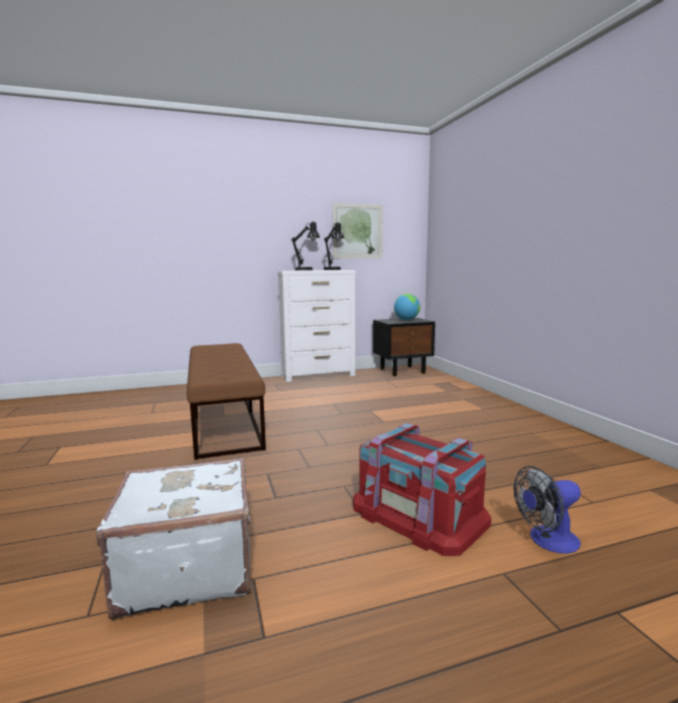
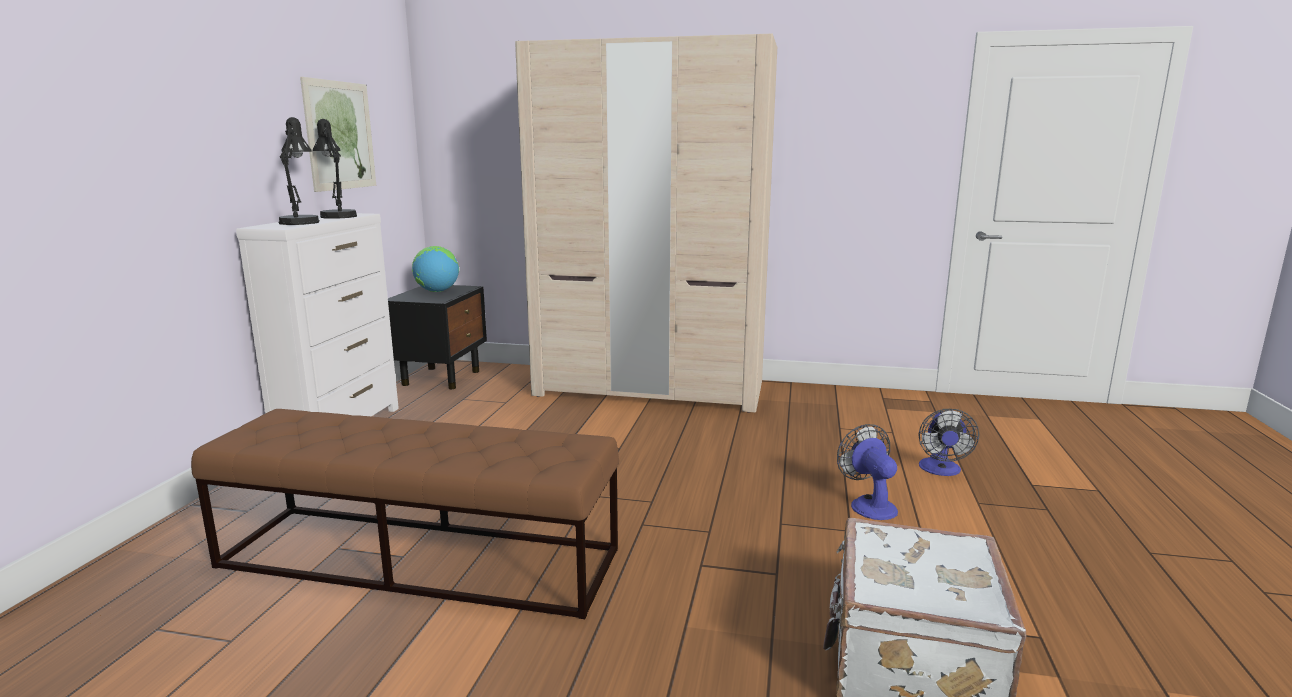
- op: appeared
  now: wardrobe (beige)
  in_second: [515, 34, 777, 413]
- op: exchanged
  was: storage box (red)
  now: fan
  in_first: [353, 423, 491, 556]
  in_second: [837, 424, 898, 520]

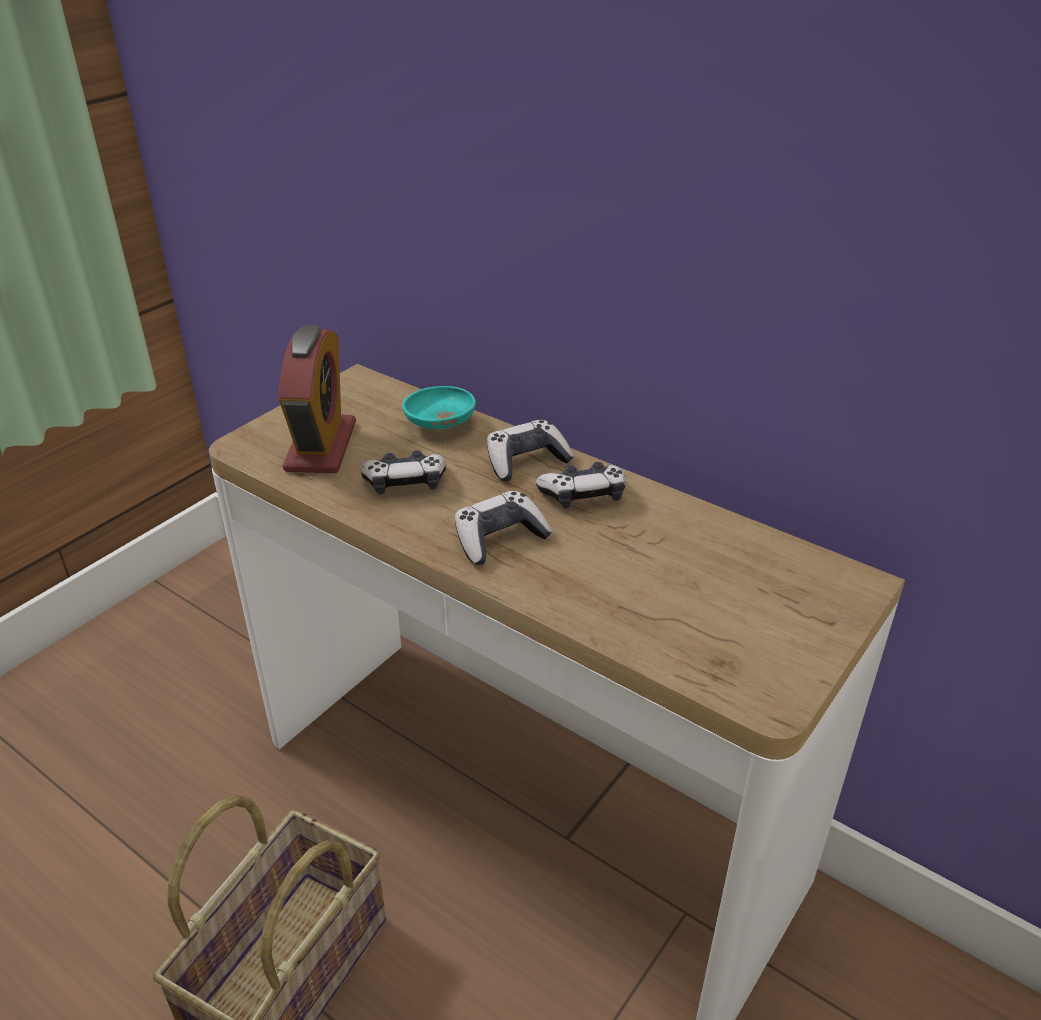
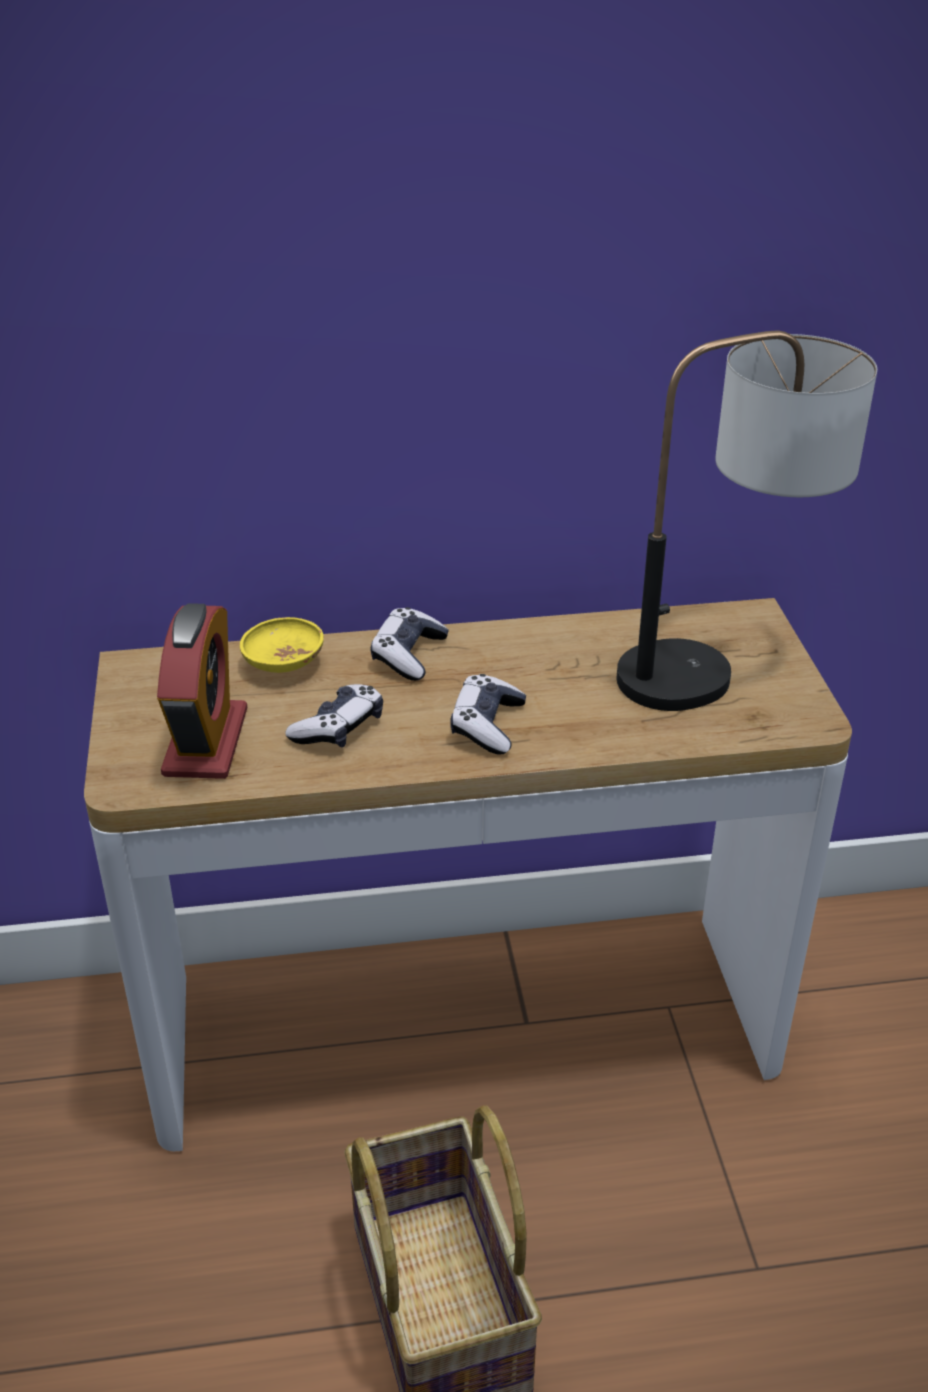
- op: missing
  was: game controller
  in_first: [536, 462, 626, 508]
- op: appeared
  now: table lamp
  in_second: [616, 330, 877, 711]
- op: colour
  was: bowl (turquoise)
  now: bowl (yellow)
  in_first: [402, 386, 476, 430]
  in_second: [240, 617, 324, 673]
- op: spun
  was: alarm clock
  in_first: [278, 326, 356, 473]
  in_second: [157, 603, 247, 779]
  clockwise: 45

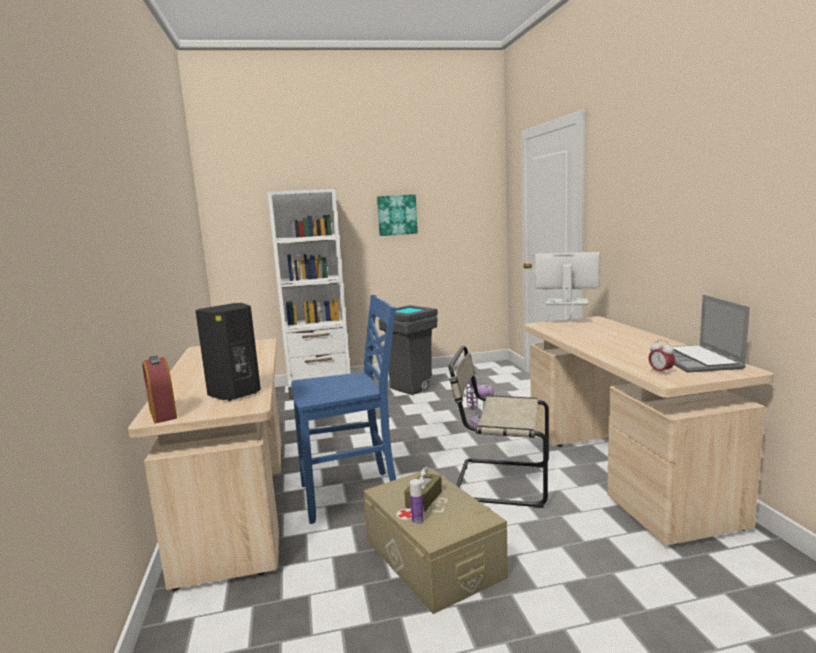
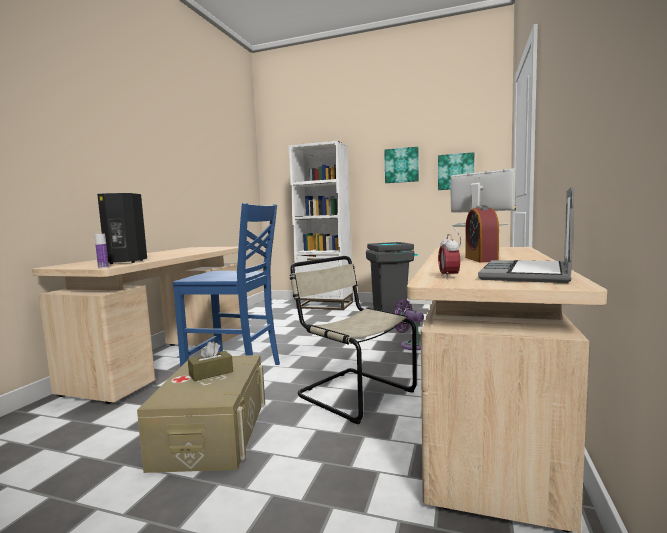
- op: appeared
  now: picture
  in_second: [438, 152, 474, 190]
- op: relocated
  was: alarm clock
  in_first: [142, 356, 177, 423]
  in_second: [465, 205, 499, 262]
- op: relocated
  was: bottle
  in_first: [410, 479, 424, 525]
  in_second: [95, 234, 109, 268]

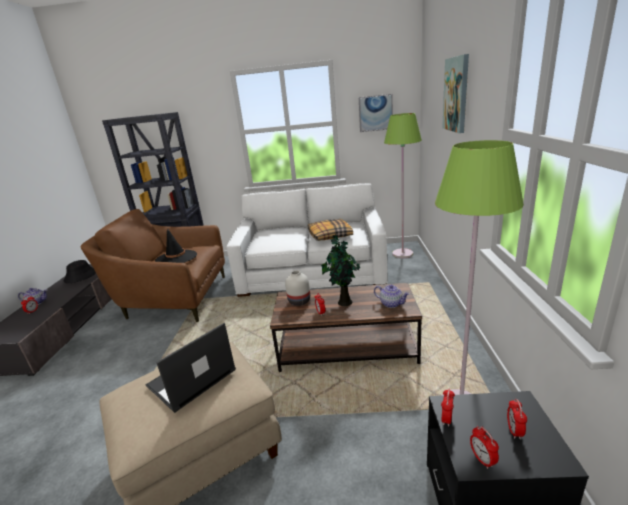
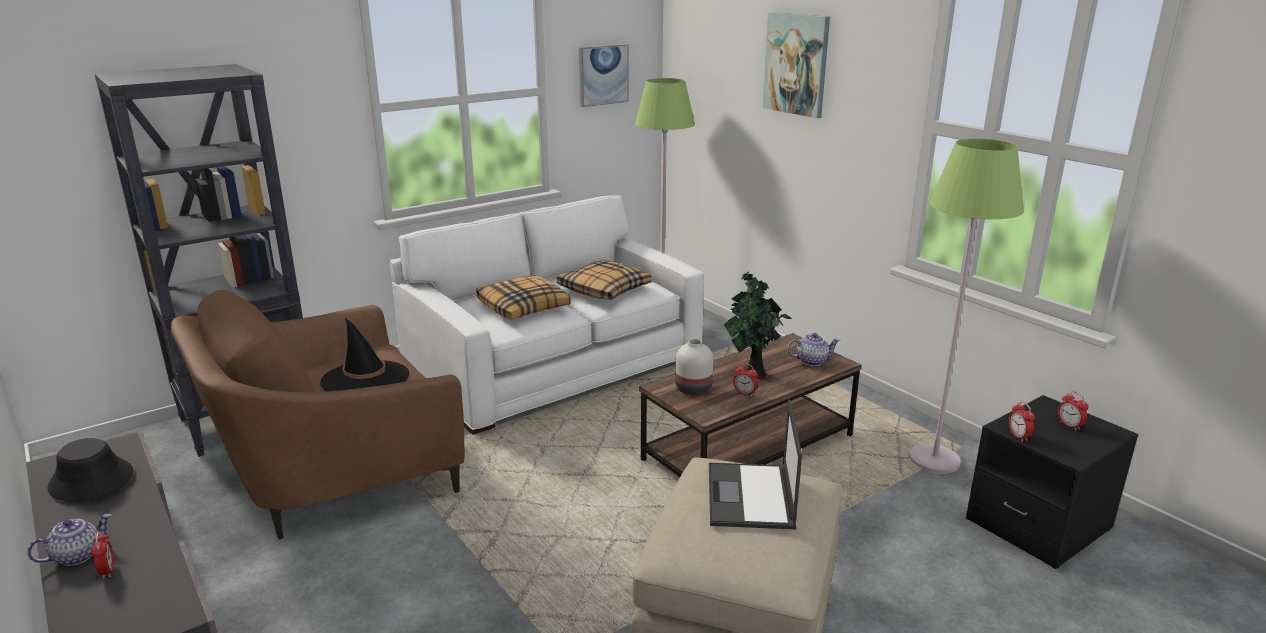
- op: missing
  was: alarm clock
  in_first: [470, 426, 499, 469]
- op: appeared
  now: pillow
  in_second: [476, 275, 570, 319]

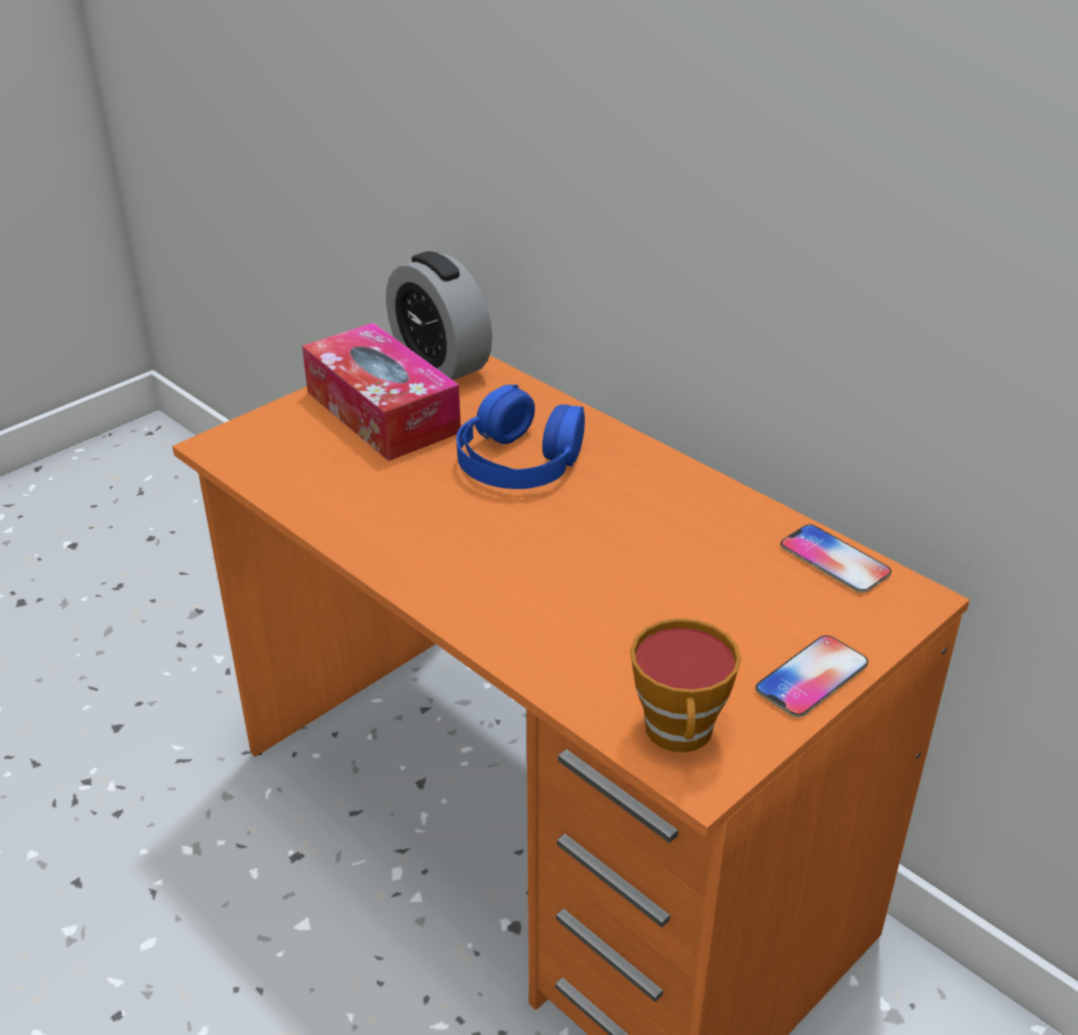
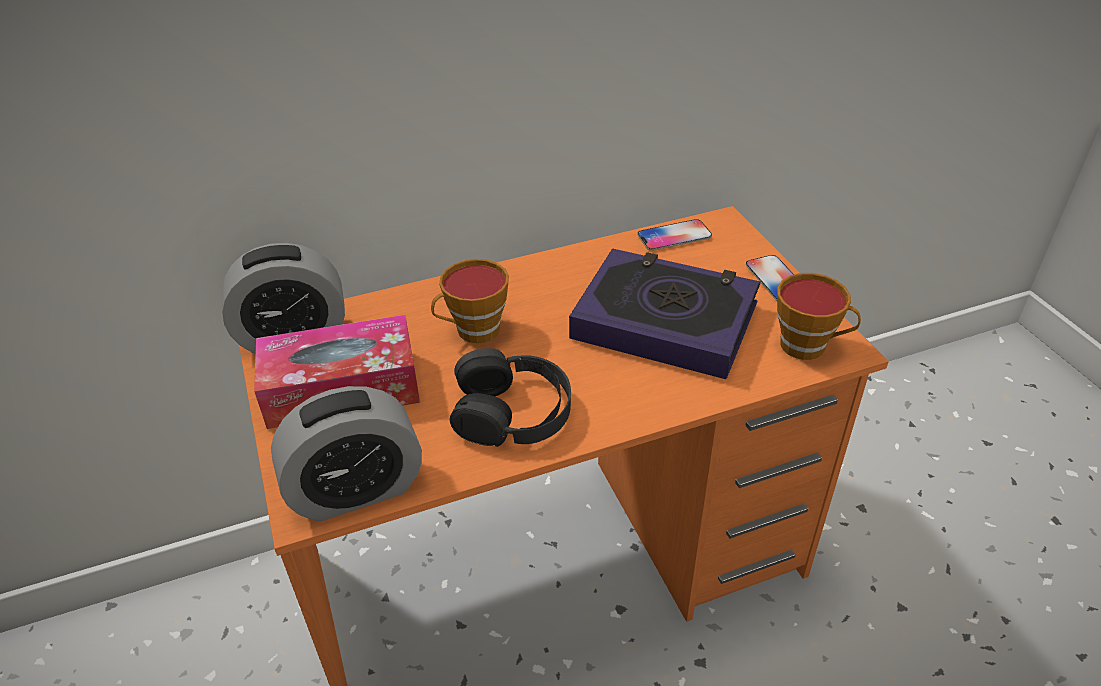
- op: appeared
  now: alarm clock
  in_second: [271, 386, 422, 521]
- op: appeared
  now: headphones (black)
  in_second: [450, 348, 571, 447]
- op: appeared
  now: book
  in_second: [569, 249, 761, 379]
- op: exchanged
  was: headphones (blue)
  now: cup
  in_first: [456, 385, 585, 489]
  in_second: [431, 259, 509, 343]

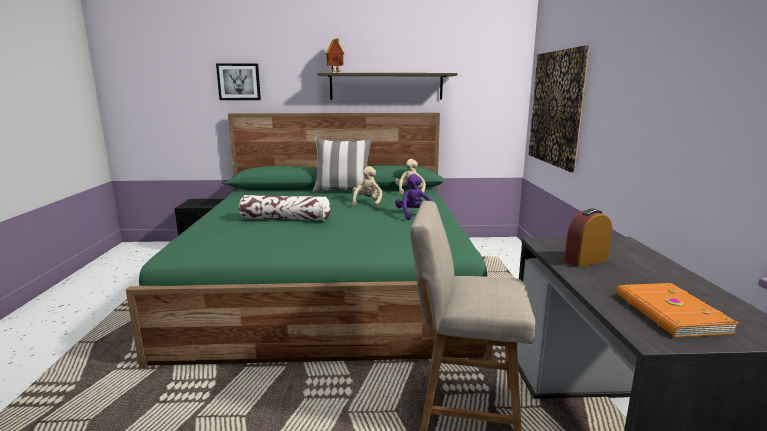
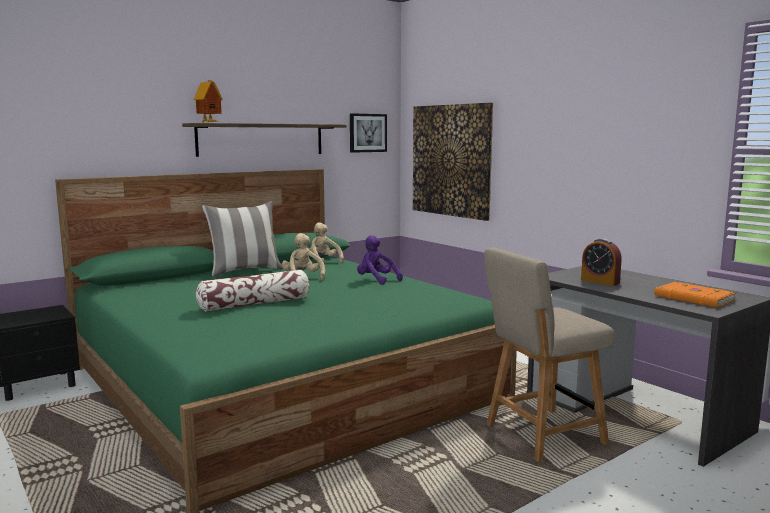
- op: relocated
  was: picture
  in_first: [216, 63, 261, 100]
  in_second: [350, 113, 387, 153]
- op: spun
  was: alarm clock
  in_first: [564, 208, 613, 267]
  in_second: [581, 239, 622, 286]
  clockwise: -75

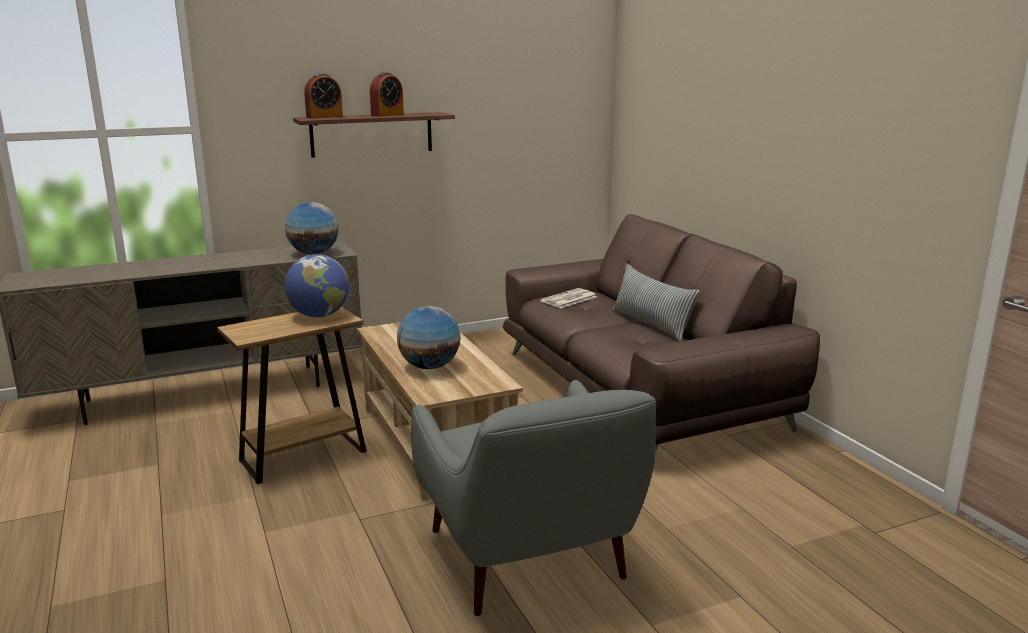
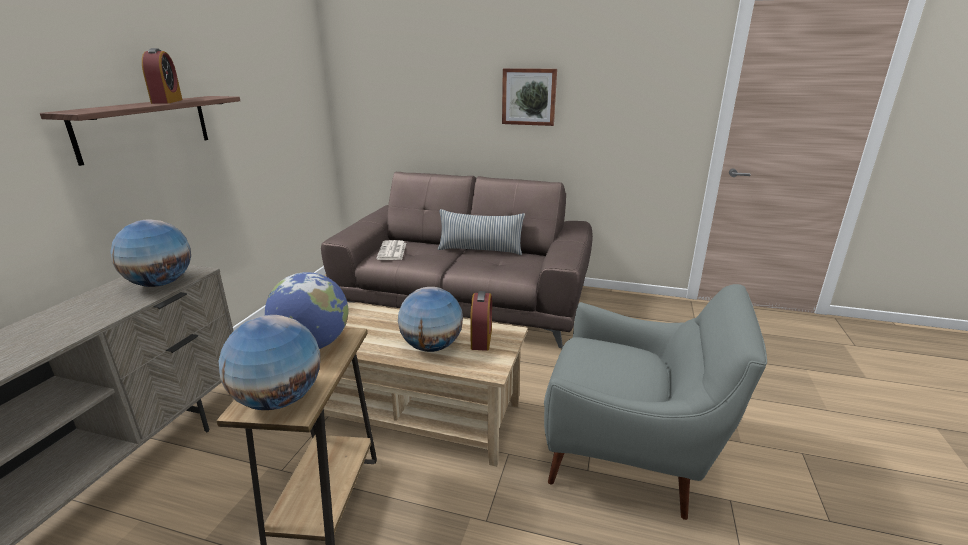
- op: appeared
  now: globe
  in_second: [218, 315, 320, 410]
- op: appeared
  now: picture
  in_second: [502, 68, 557, 126]
- op: relocated
  was: alarm clock
  in_first: [304, 73, 343, 119]
  in_second: [470, 291, 492, 351]

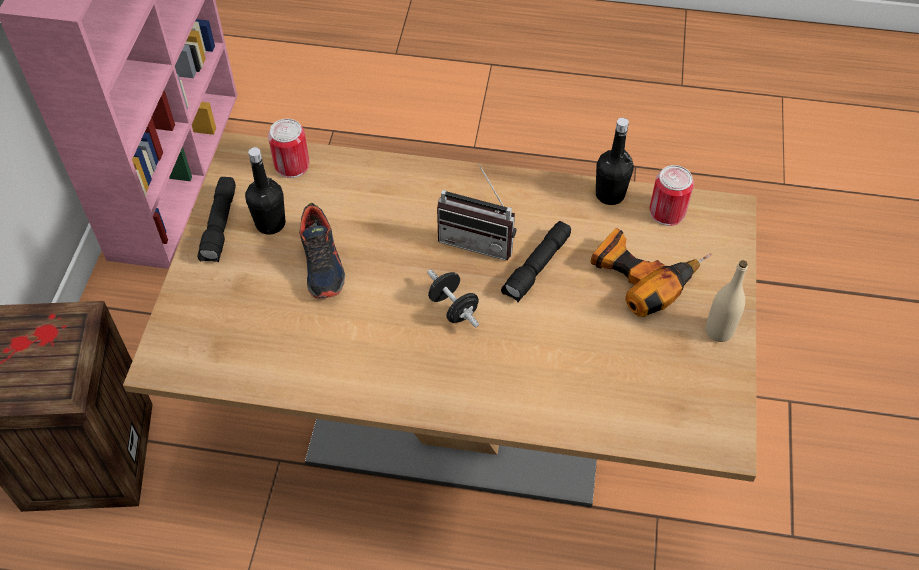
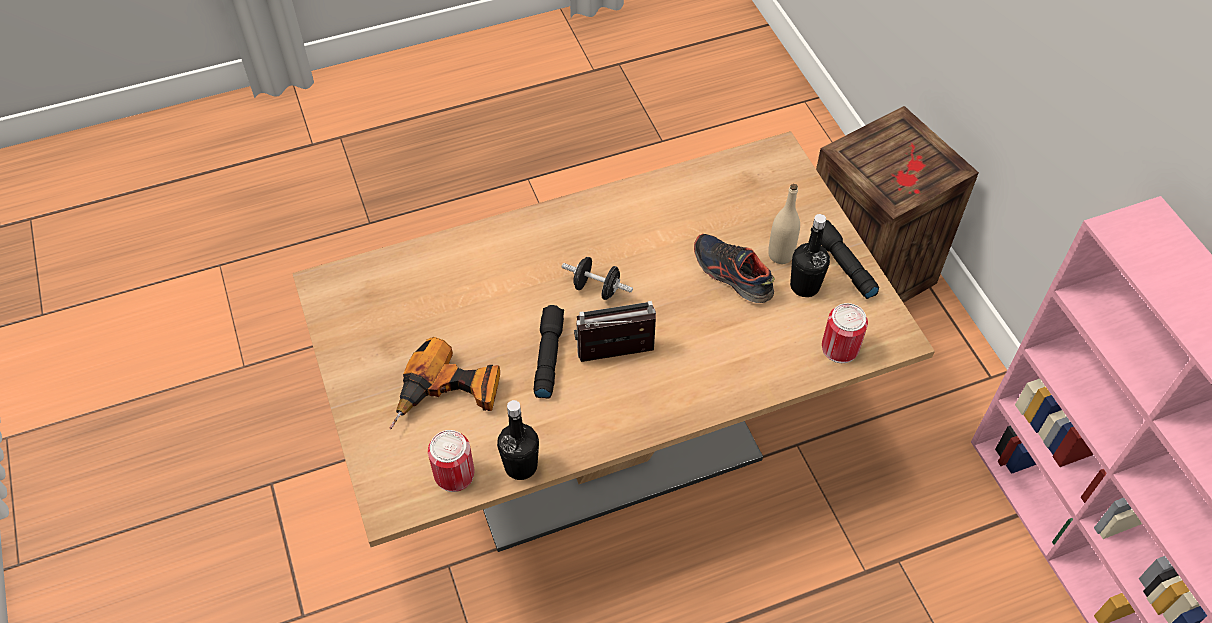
- op: relocated
  was: bottle (beige)
  in_first: [706, 260, 748, 342]
  in_second: [768, 184, 800, 264]

